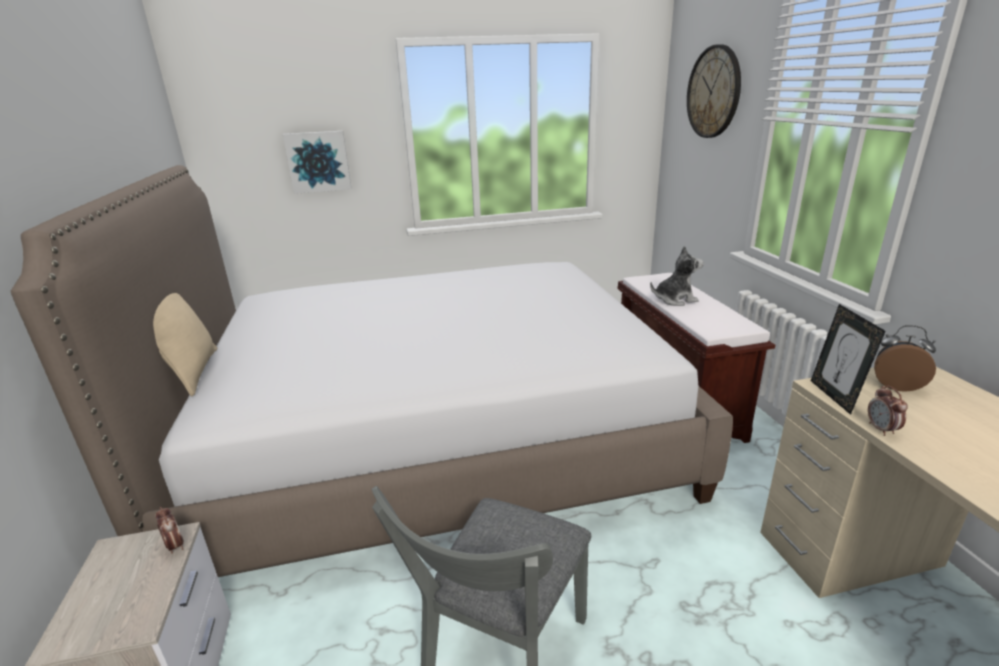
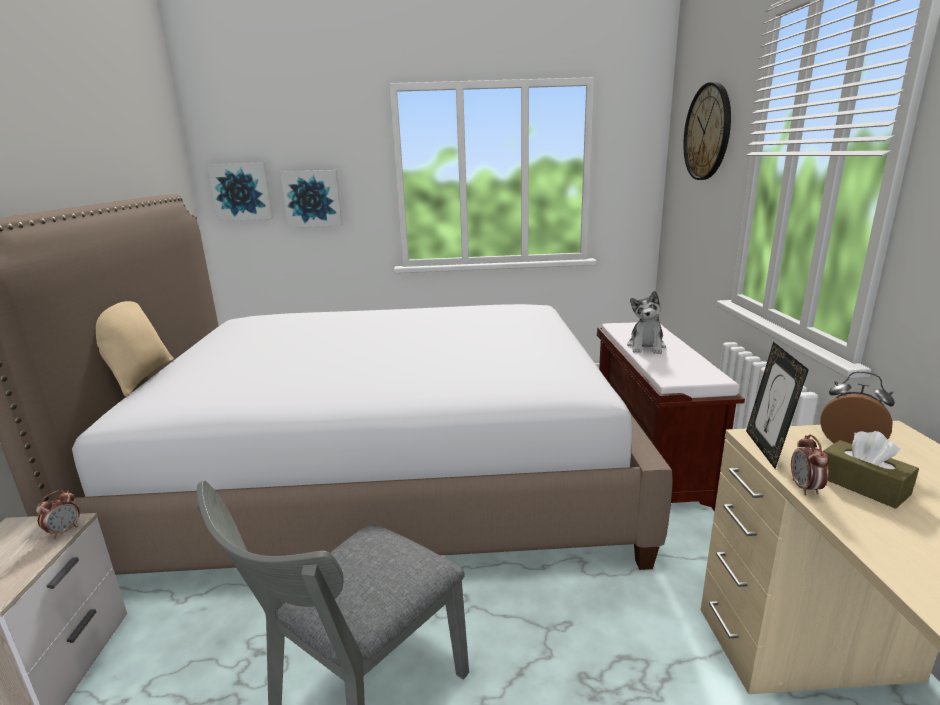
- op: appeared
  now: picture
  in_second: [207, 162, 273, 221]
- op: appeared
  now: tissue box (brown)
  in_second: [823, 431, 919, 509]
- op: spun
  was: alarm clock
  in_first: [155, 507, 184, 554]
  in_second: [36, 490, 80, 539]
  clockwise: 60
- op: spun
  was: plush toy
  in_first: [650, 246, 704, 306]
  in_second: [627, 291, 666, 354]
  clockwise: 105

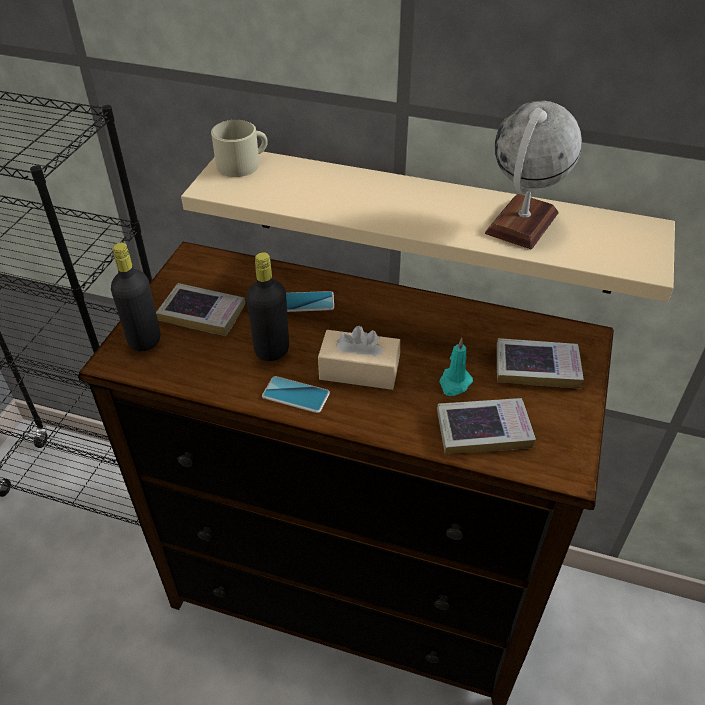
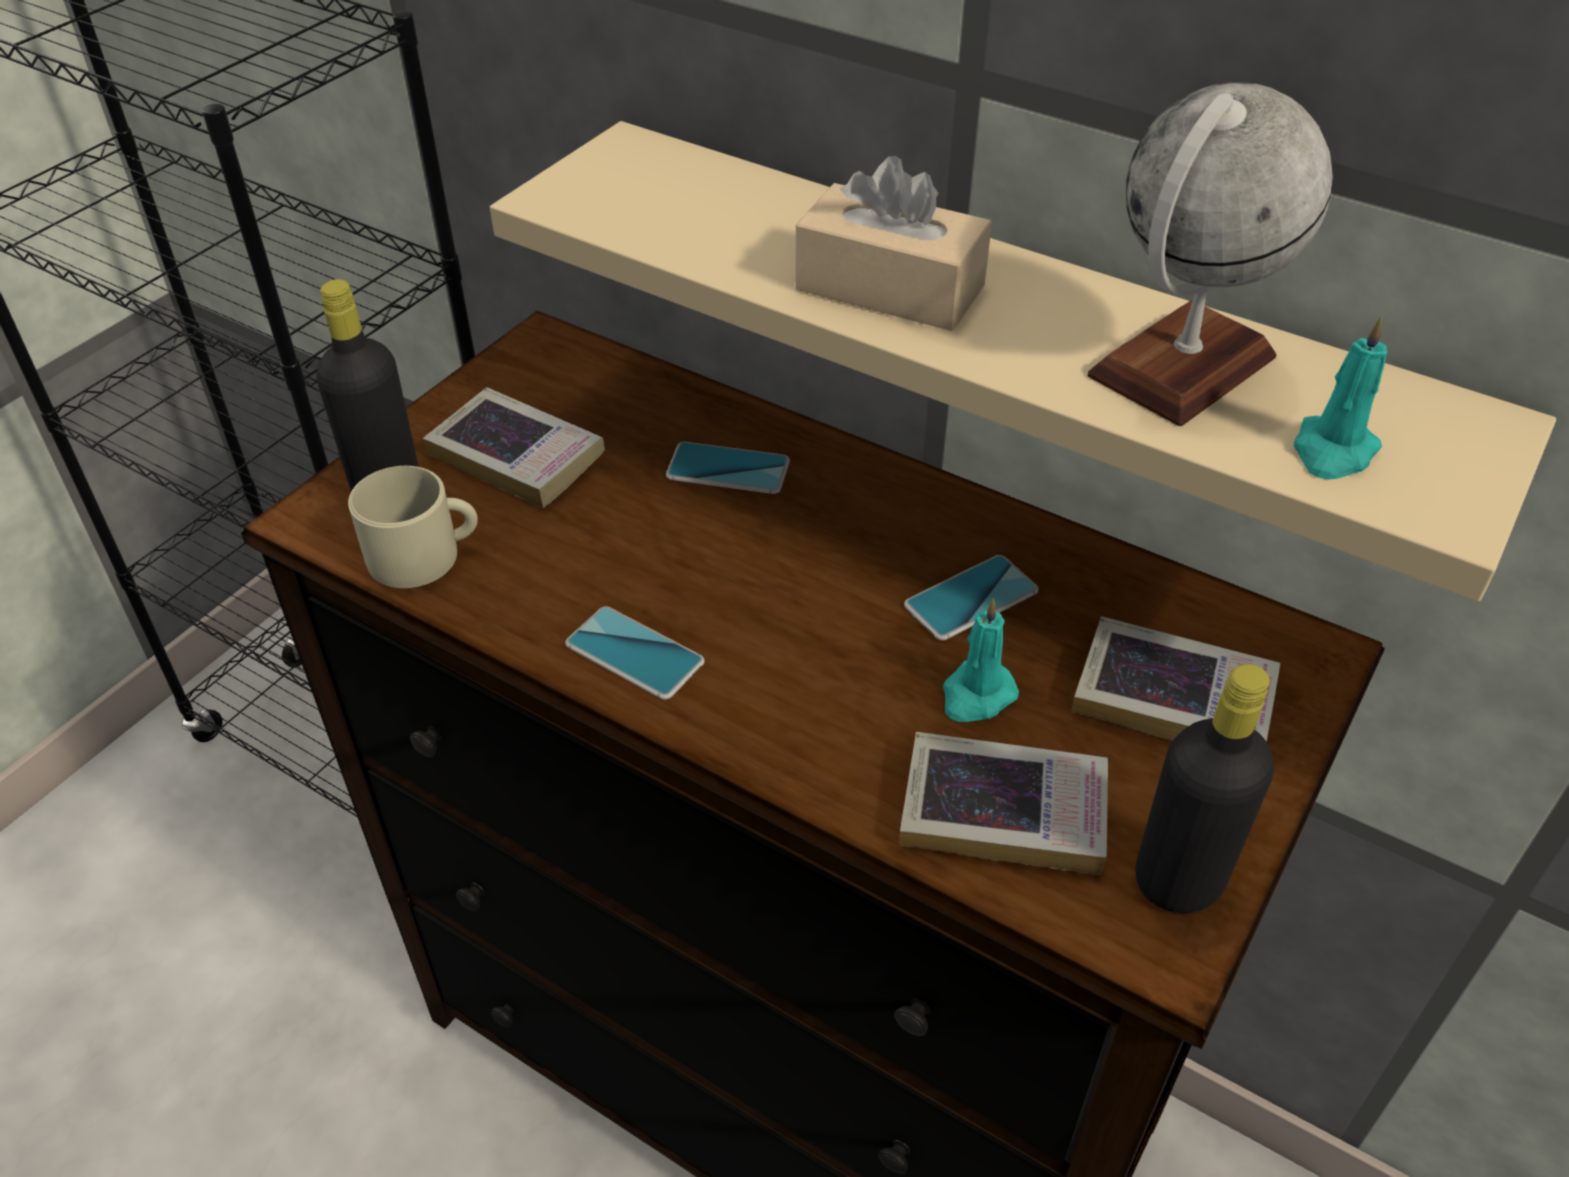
- op: appeared
  now: phone
  in_second: [904, 555, 1038, 641]
- op: appeared
  now: candle (turquoise)
  in_second: [1294, 315, 1387, 480]
- op: relocated
  was: mug (beige)
  in_first: [211, 120, 268, 177]
  in_second: [348, 466, 478, 588]
- op: relocated
  was: bottle (black)
  in_first: [246, 252, 289, 361]
  in_second: [1135, 664, 1274, 913]
- op: relocated
  was: tissue box (beige)
  in_first: [318, 326, 400, 390]
  in_second: [795, 156, 992, 331]

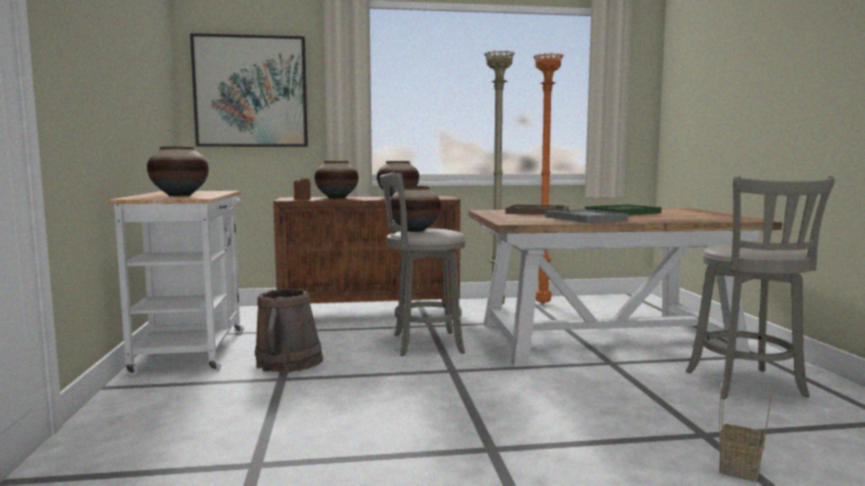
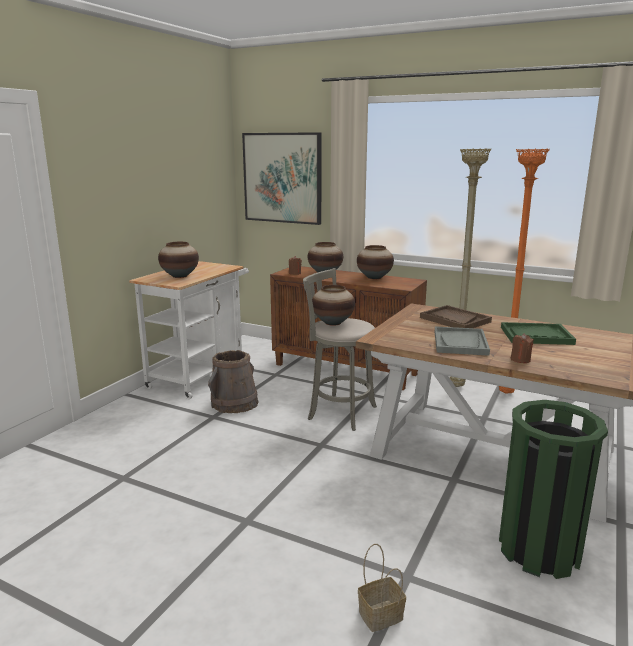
- op: appeared
  now: candle (brown)
  in_second: [511, 333, 534, 363]
- op: exchanged
  was: stool (grey)
  now: trash can (green)
  in_first: [686, 176, 835, 399]
  in_second: [499, 400, 608, 579]

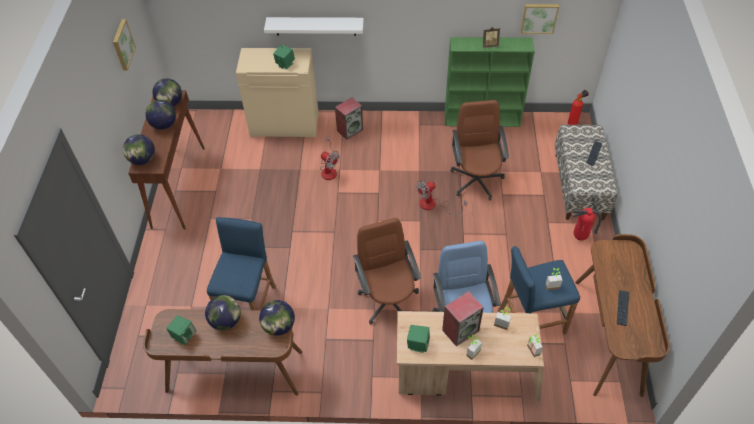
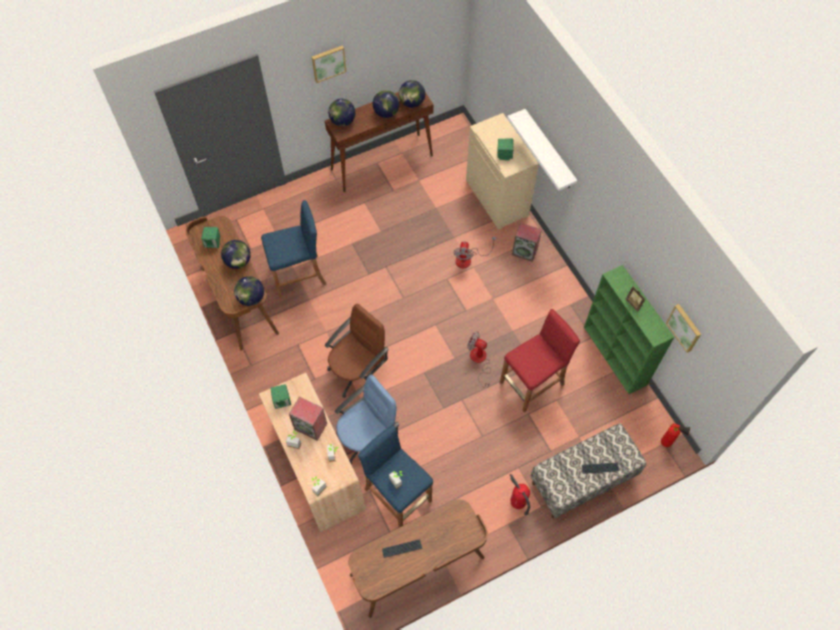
- op: relocated
  was: picture
  in_first: [113, 19, 136, 70]
  in_second: [312, 46, 346, 83]
- op: exchanged
  was: office chair (brown)
  now: stool (red)
  in_first: [451, 100, 509, 201]
  in_second: [500, 309, 580, 412]

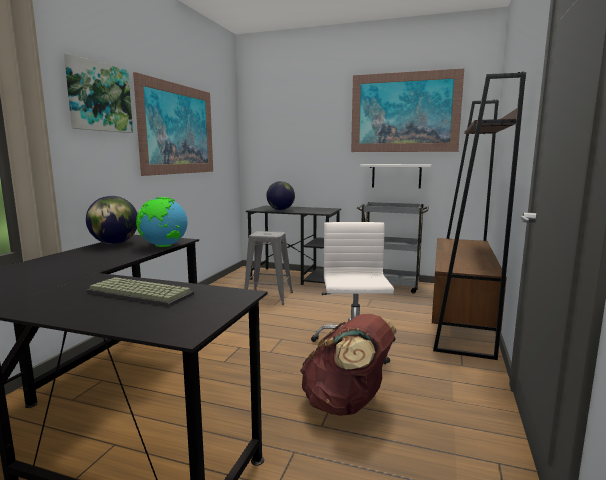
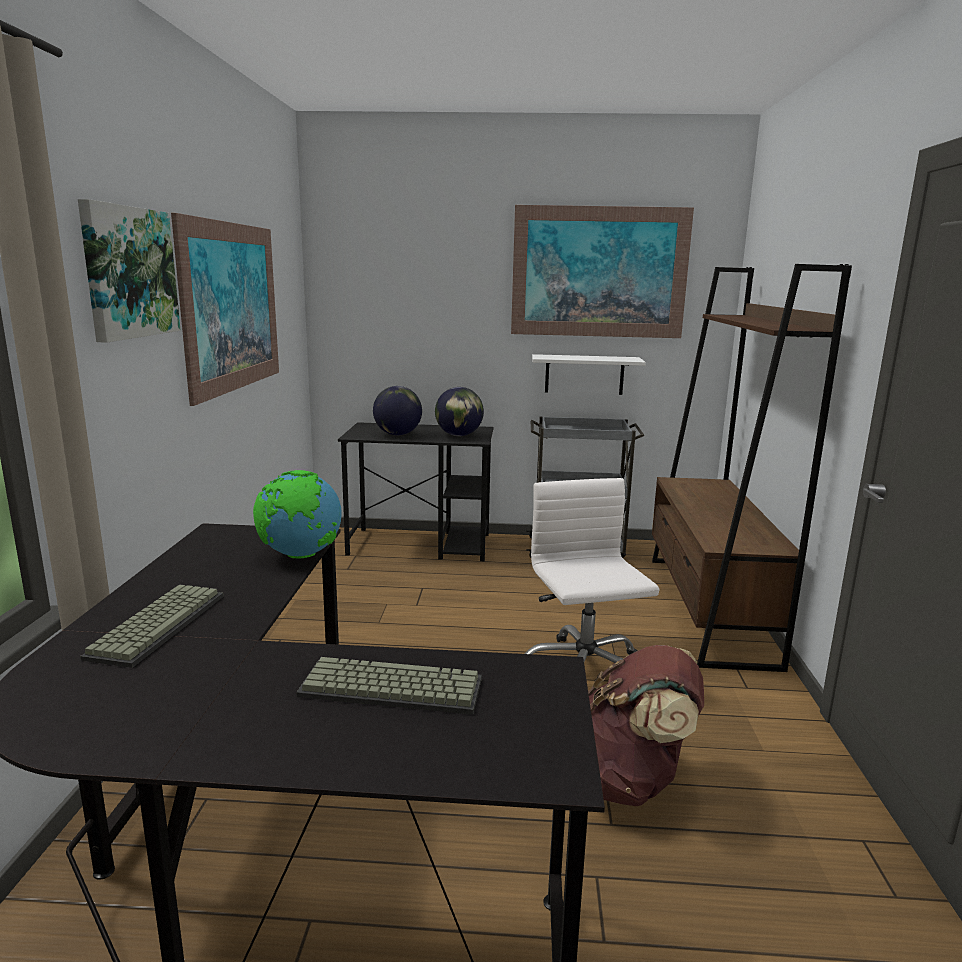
- op: missing
  was: stool (grey)
  in_first: [244, 231, 293, 305]
- op: appeared
  now: keyboard
  in_second: [80, 584, 224, 668]
- op: relocated
  was: globe
  in_first: [86, 196, 138, 244]
  in_second: [435, 387, 484, 436]

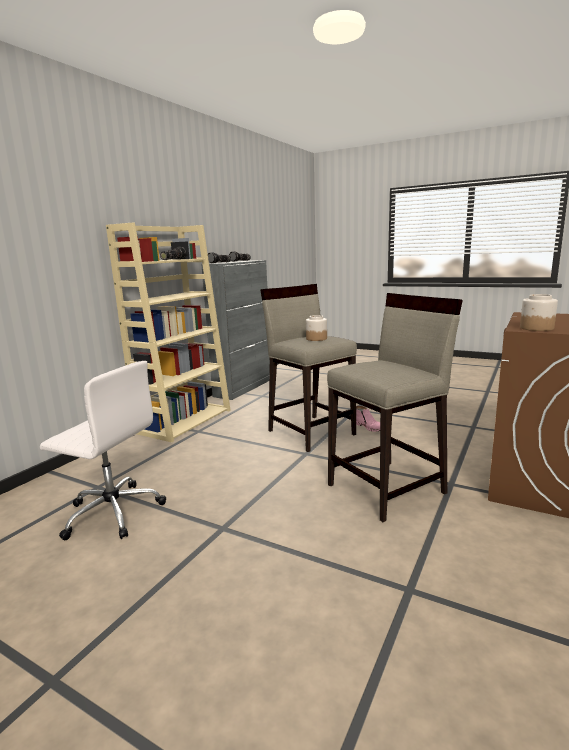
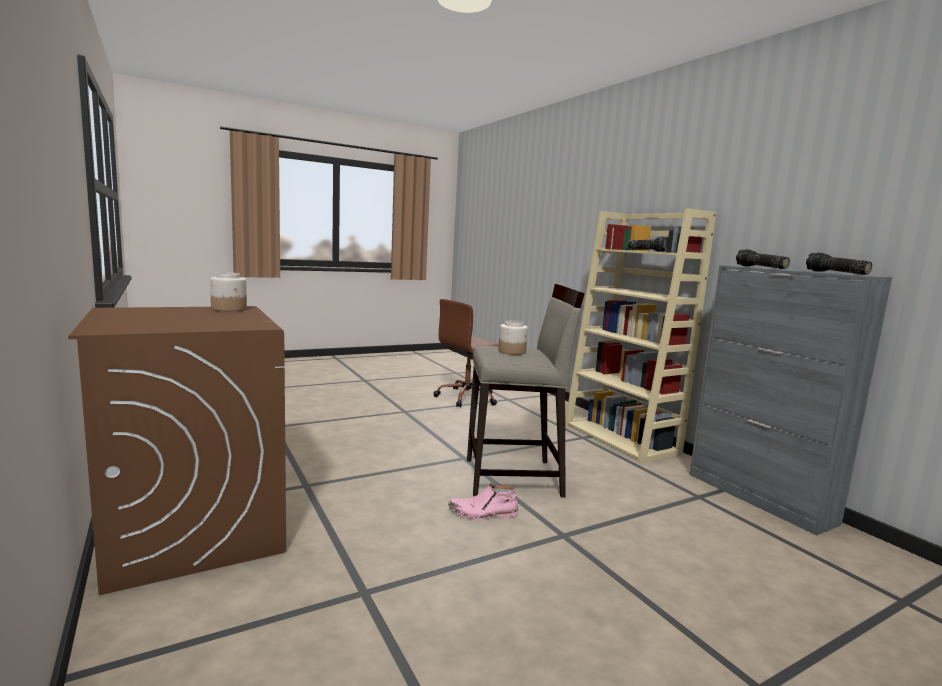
- op: missing
  was: stool (beige)
  in_first: [327, 293, 463, 522]
- op: colour
  was: office chair (white)
  now: office chair (brown)
  in_first: [40, 361, 166, 540]
  in_second: [433, 299, 499, 407]

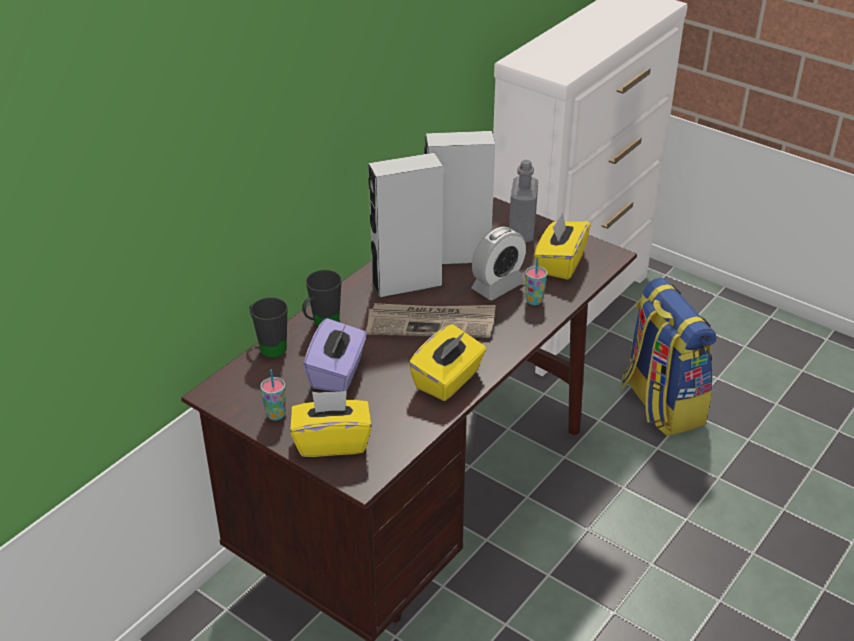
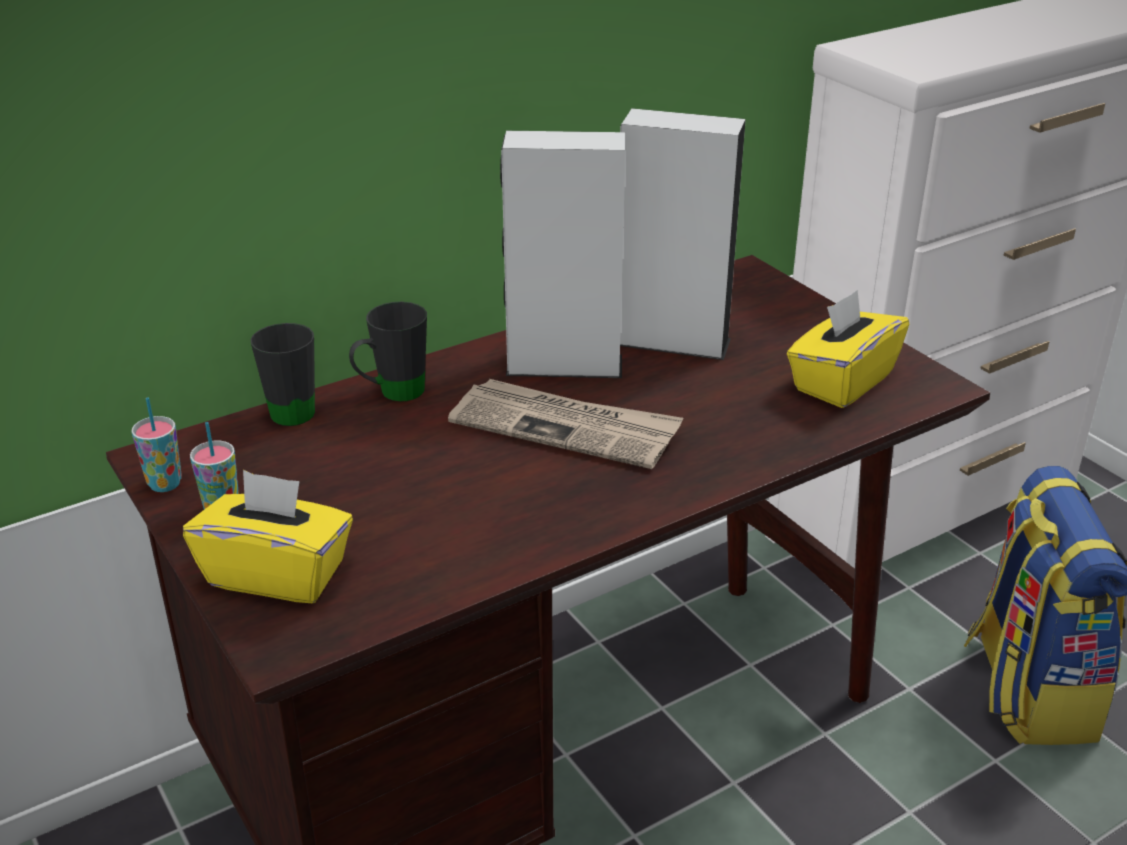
- op: missing
  was: tissue box (purple)
  in_first: [303, 318, 367, 392]
- op: missing
  was: tissue box (yellow)
  in_first: [409, 324, 486, 401]
- op: missing
  was: alarm clock
  in_first: [471, 227, 526, 300]
- op: missing
  was: bottle (grey)
  in_first: [509, 160, 538, 242]
- op: relocated
  was: cup
  in_first: [525, 257, 547, 305]
  in_second: [131, 397, 182, 492]

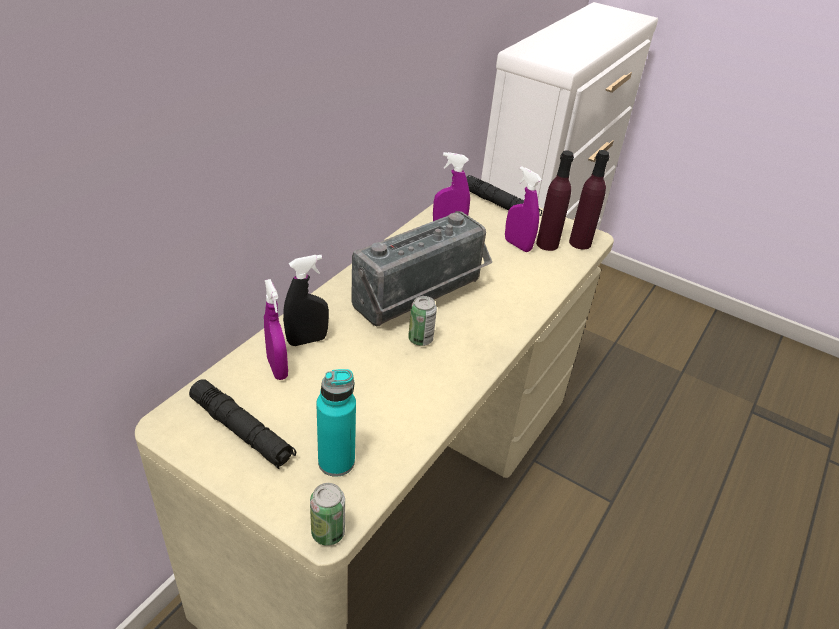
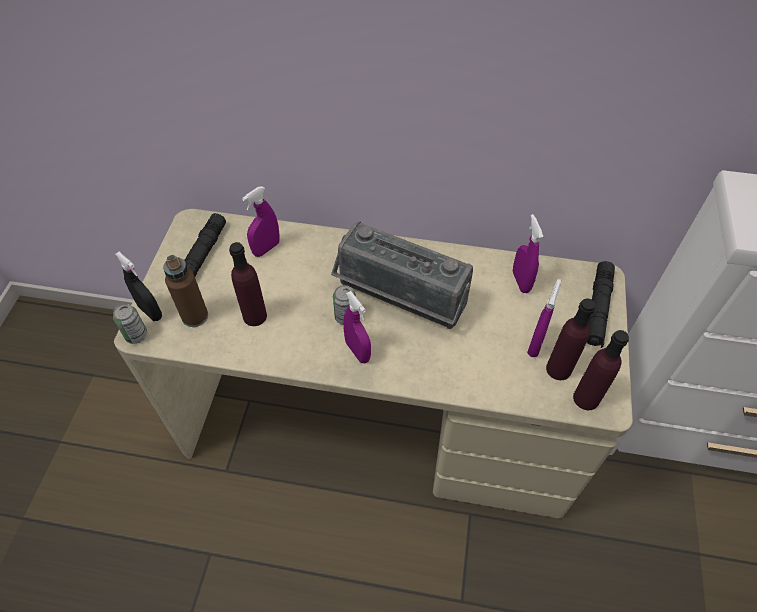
- op: appeared
  now: bottle (purple)
  in_second: [229, 242, 267, 326]
- op: appeared
  now: spray bottle (purple)
  in_second: [343, 291, 371, 363]
- op: relocated
  was: spray bottle (black)
  in_first: [283, 255, 329, 346]
  in_second: [115, 252, 162, 321]
- op: colour
  was: bottle (turquoise)
  now: bottle (brown)
  in_first: [316, 369, 356, 477]
  in_second: [163, 255, 208, 327]

